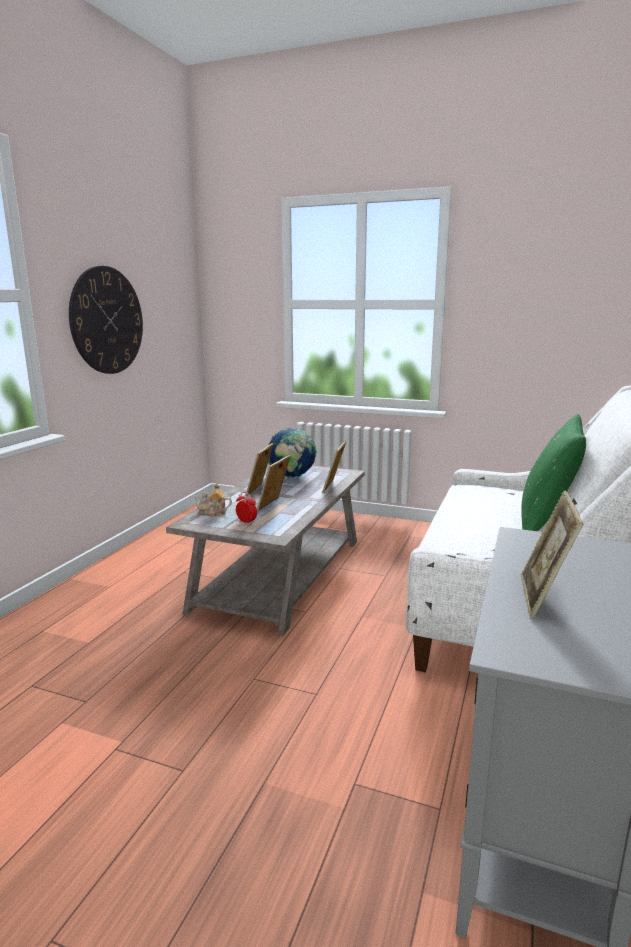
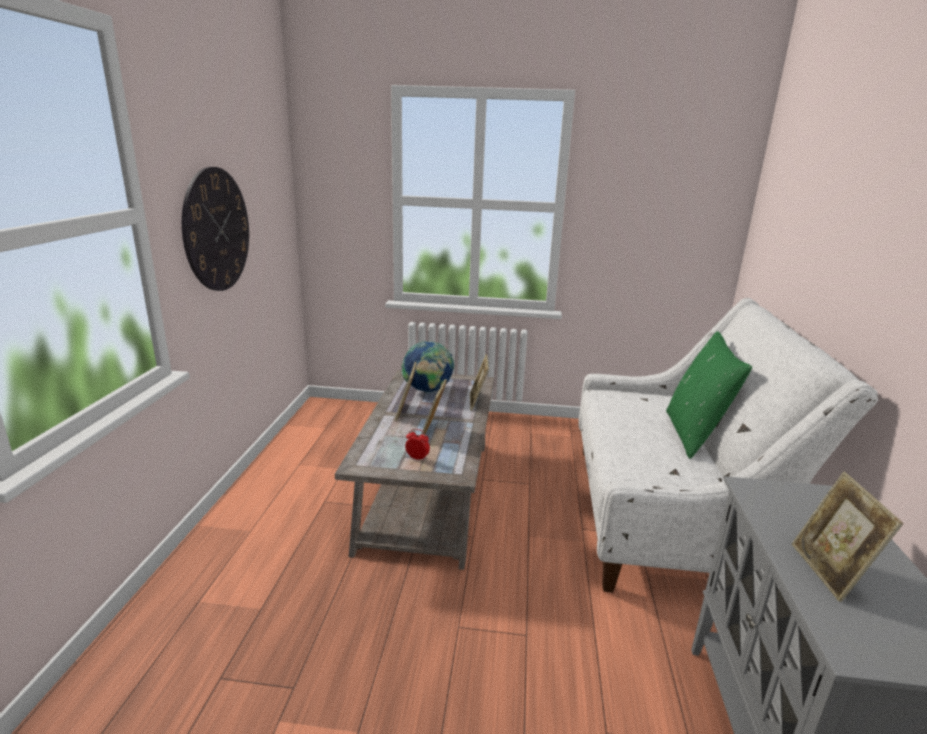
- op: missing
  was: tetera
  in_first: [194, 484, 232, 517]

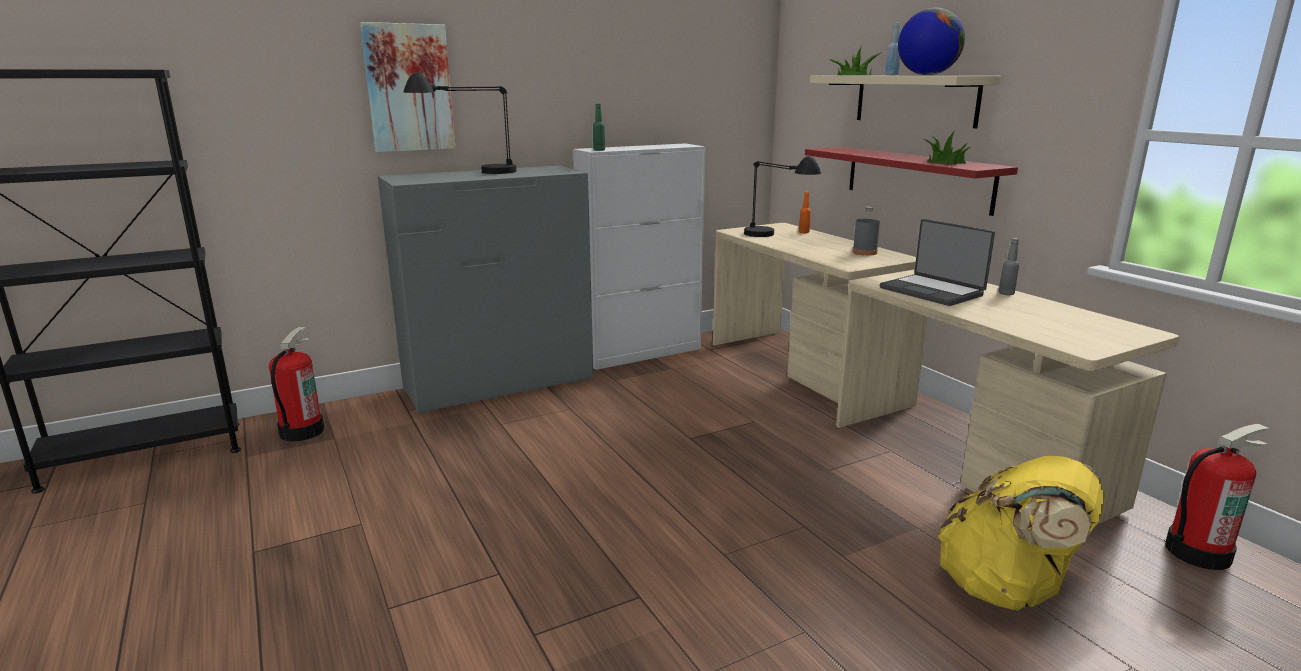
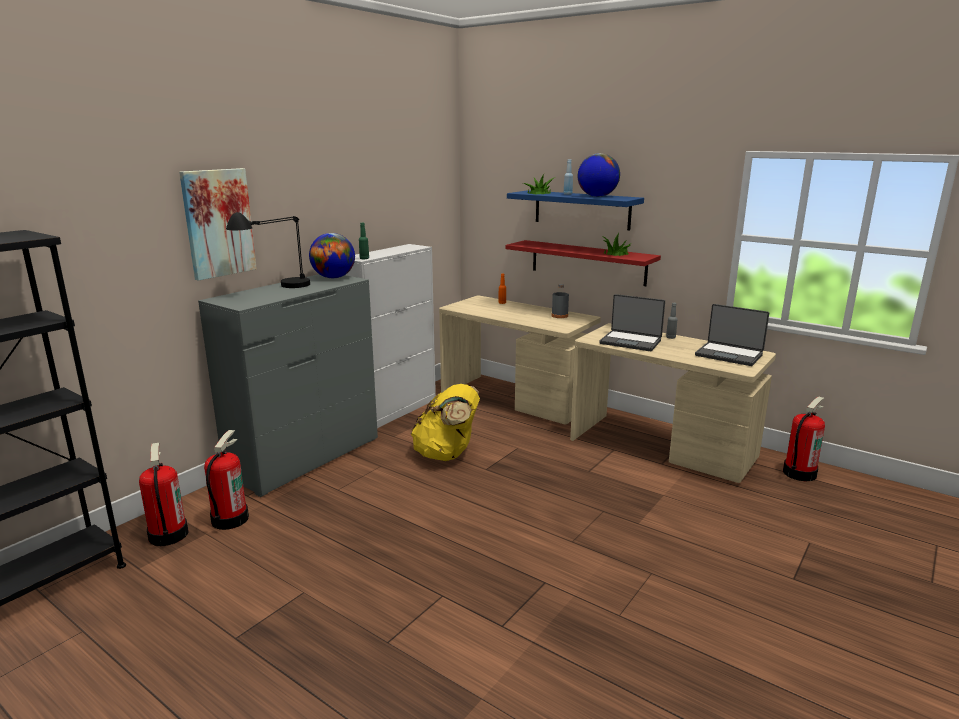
- op: missing
  was: lámpara de mesa/negro
  in_first: [744, 156, 821, 237]
- op: colour
  was: estante/beis
  now: estante/azul
  in_first: [810, 76, 1001, 128]
  in_second: [507, 190, 644, 230]
- op: relocated
  was: mochila/amarillo
  in_first: [938, 456, 1105, 610]
  in_second: [411, 384, 480, 461]
- op: appeared
  now: extintor
  in_second: [204, 430, 249, 530]
- op: appeared
  now: globo terráqueo
  in_second: [309, 233, 355, 278]
- op: appeared
  now: portátil
  in_second: [695, 304, 769, 366]

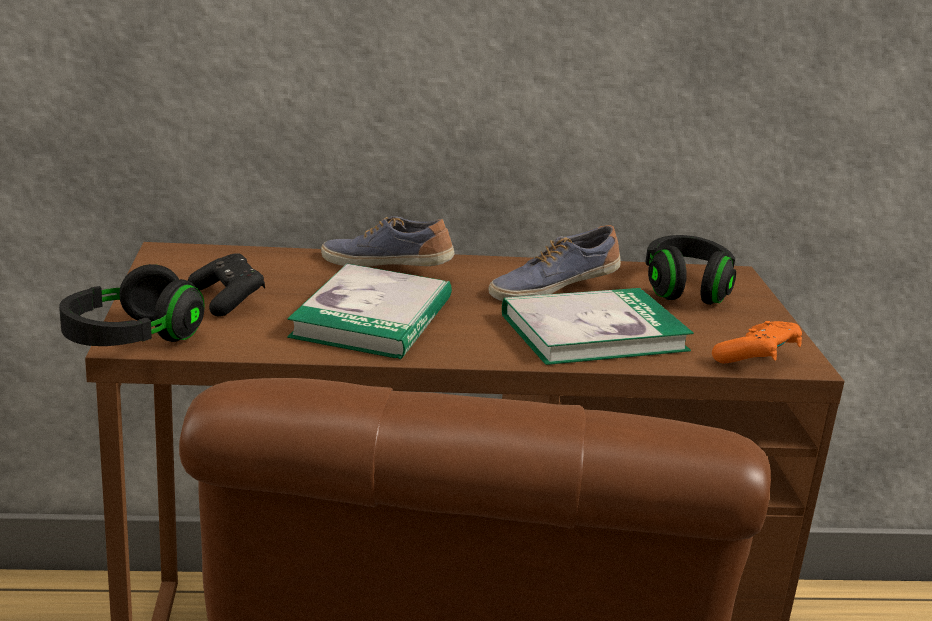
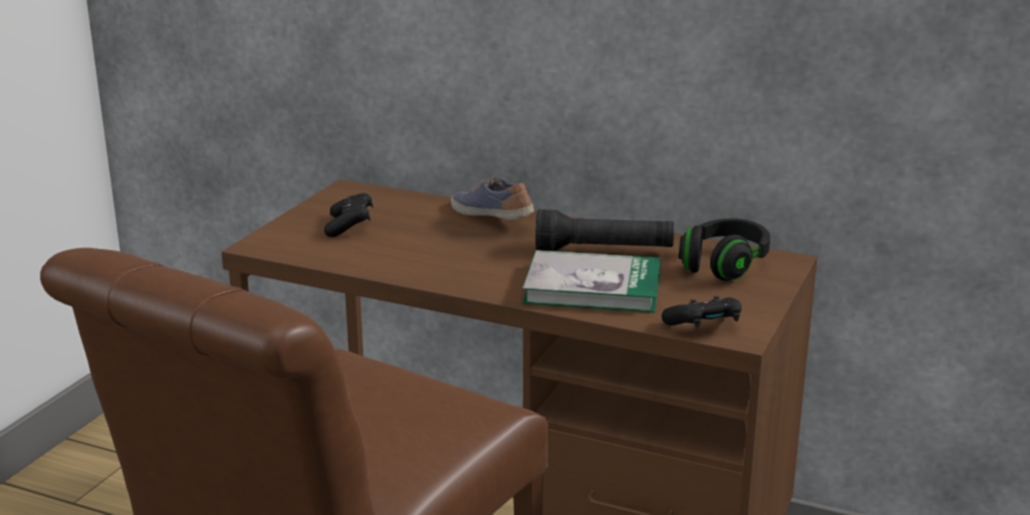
- op: missing
  was: auriculares/negro
  in_first: [59, 264, 204, 346]
- op: missing
  was: libro
  in_first: [287, 264, 452, 360]
- op: exchanged
  was: zapato
  now: linterna/negro
  in_first: [488, 225, 621, 301]
  in_second: [535, 209, 674, 251]
- op: colour
  was: mando de consola/naranja
  now: mando de consola/negro
  in_first: [712, 321, 802, 363]
  in_second: [662, 296, 742, 327]

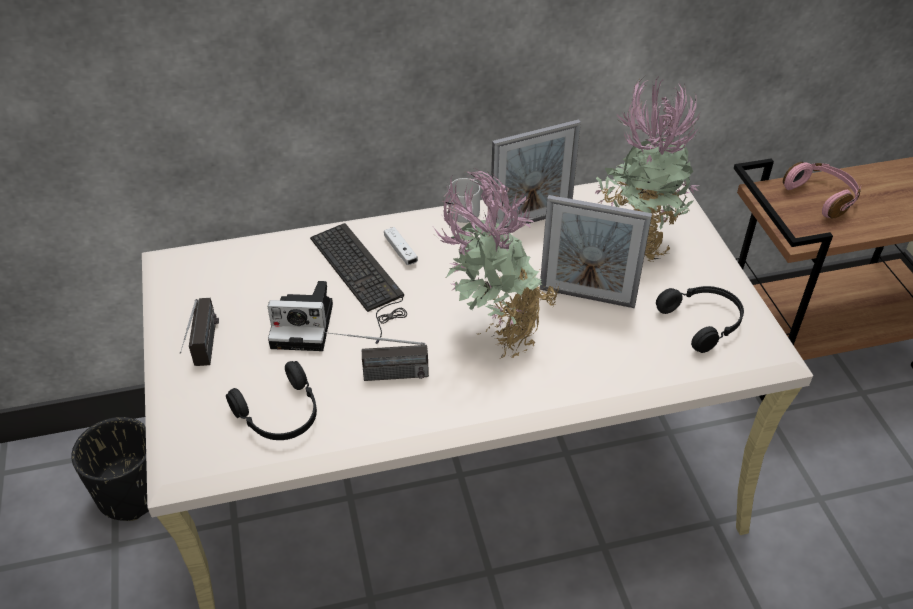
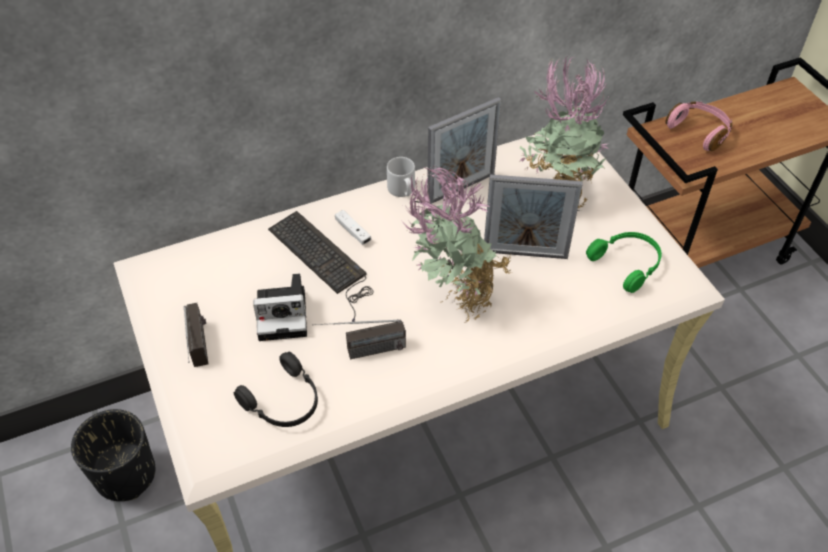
- op: colour
  was: auriculares/negro
  now: auriculares/verde
  in_first: [656, 286, 744, 353]
  in_second: [586, 232, 662, 293]

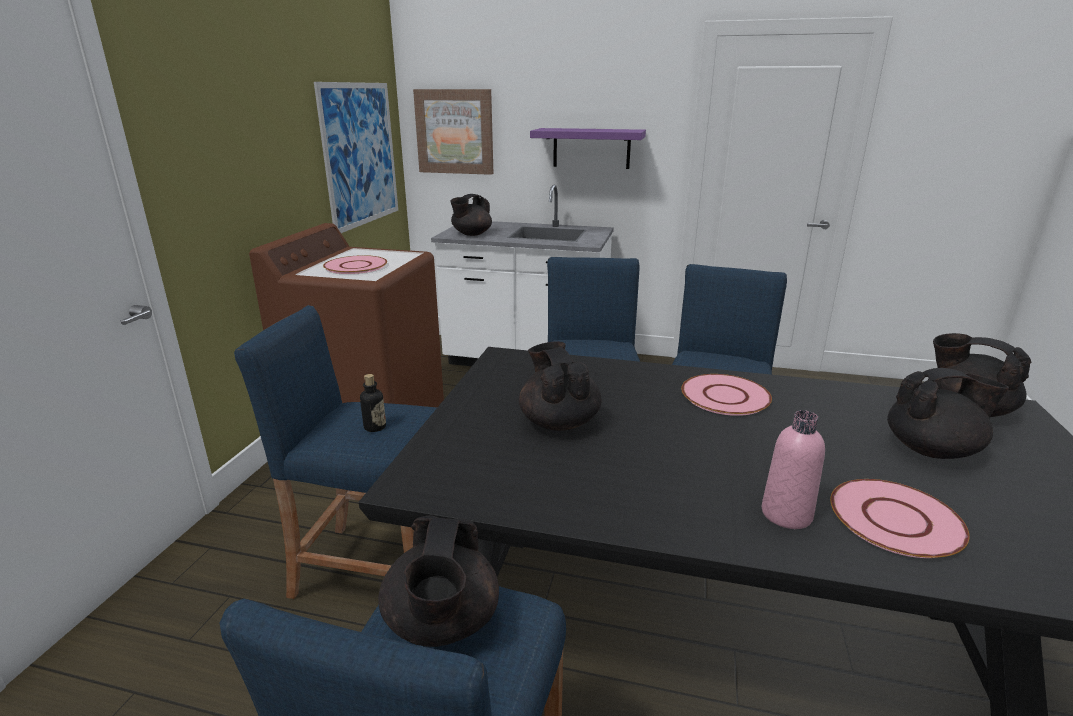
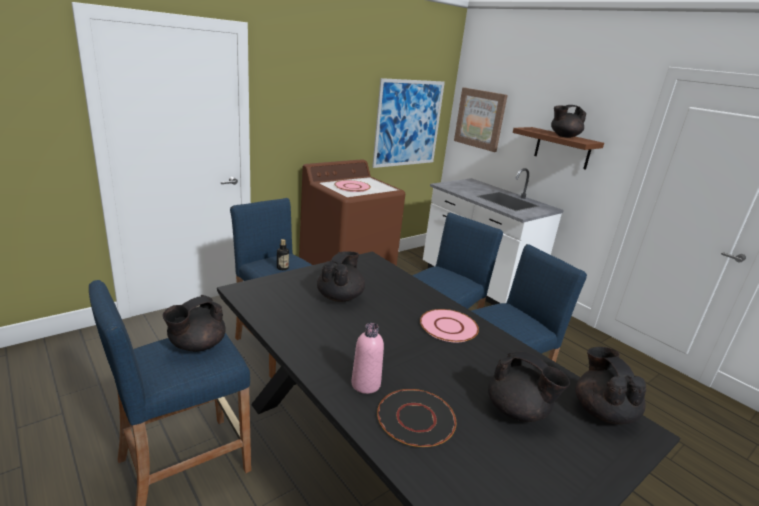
- op: relocated
  was: tetera/negro
  in_first: [450, 194, 492, 236]
  in_second: [551, 105, 586, 138]
- op: colour
  was: estante/morado
  now: estante/marrón
  in_first: [530, 128, 646, 169]
  in_second: [513, 127, 604, 170]
- op: colour
  was: plato/rosa
  now: plato/negro
  in_first: [830, 479, 970, 558]
  in_second: [377, 389, 456, 447]

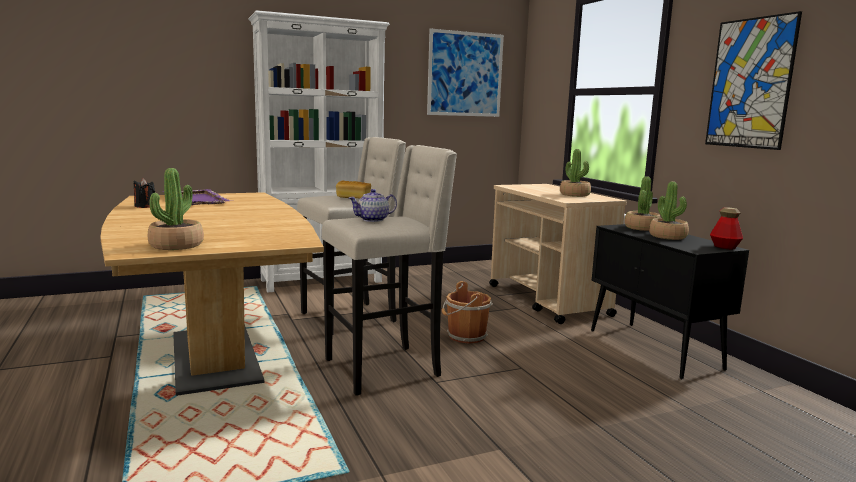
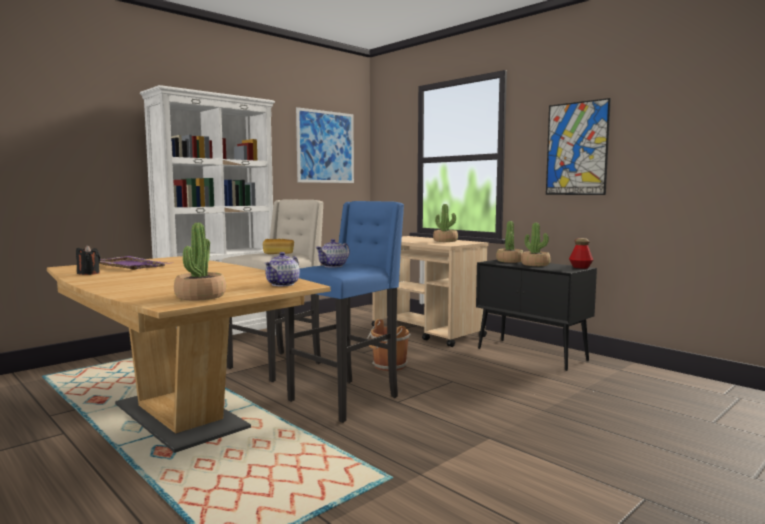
- op: colour
  was: taburete/beis
  now: taburete/azul
  in_first: [322, 145, 457, 396]
  in_second: [284, 201, 404, 423]
- op: appeared
  now: tetera
  in_second: [264, 252, 300, 286]

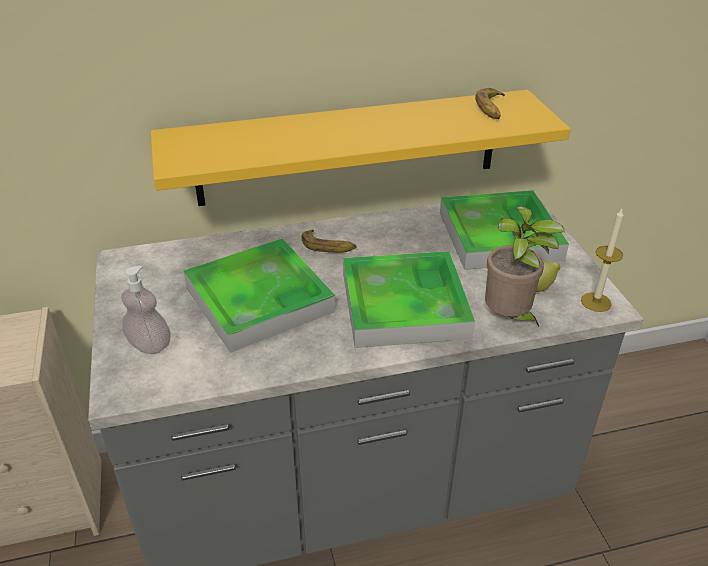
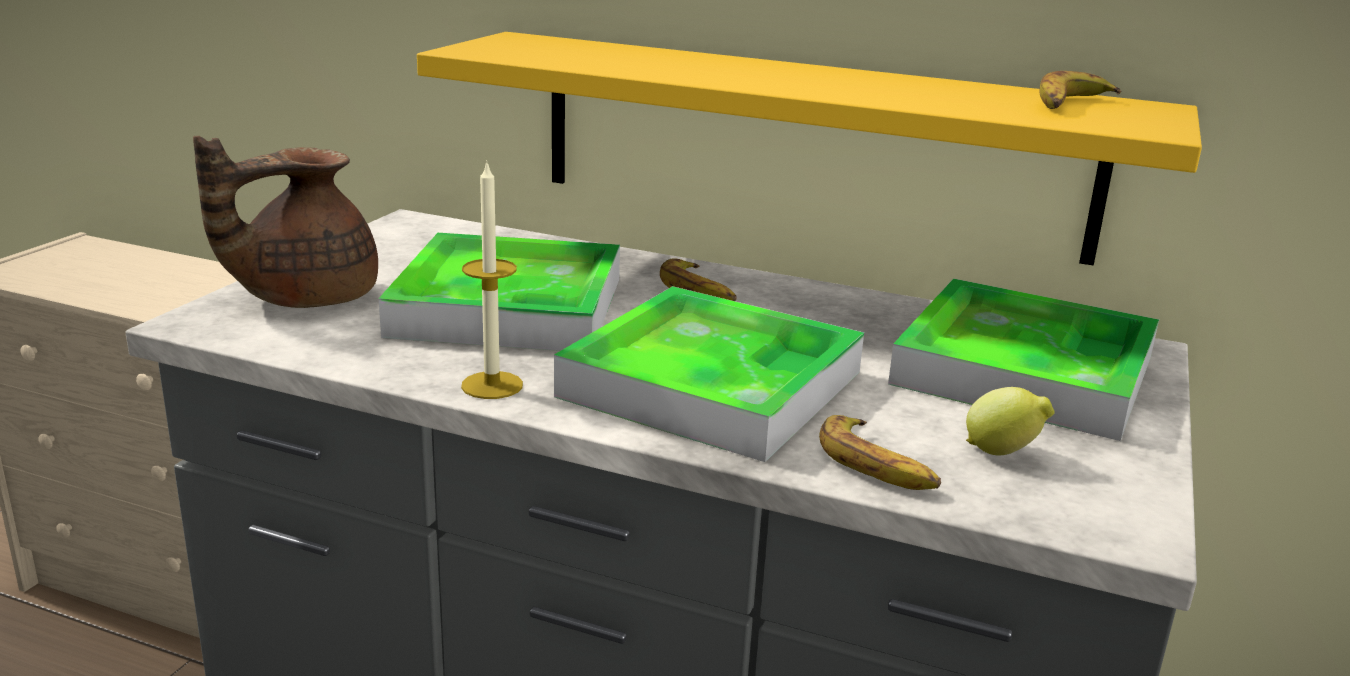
- op: exchanged
  was: dispensador de jabón
  now: tetera/marrón
  in_first: [121, 265, 171, 354]
  in_second: [193, 136, 378, 308]
- op: exchanged
  was: planta en maceta
  now: plátano
  in_first: [485, 206, 565, 326]
  in_second: [819, 415, 941, 490]
- op: relocated
  was: vela
  in_first: [581, 209, 624, 312]
  in_second: [461, 160, 523, 399]

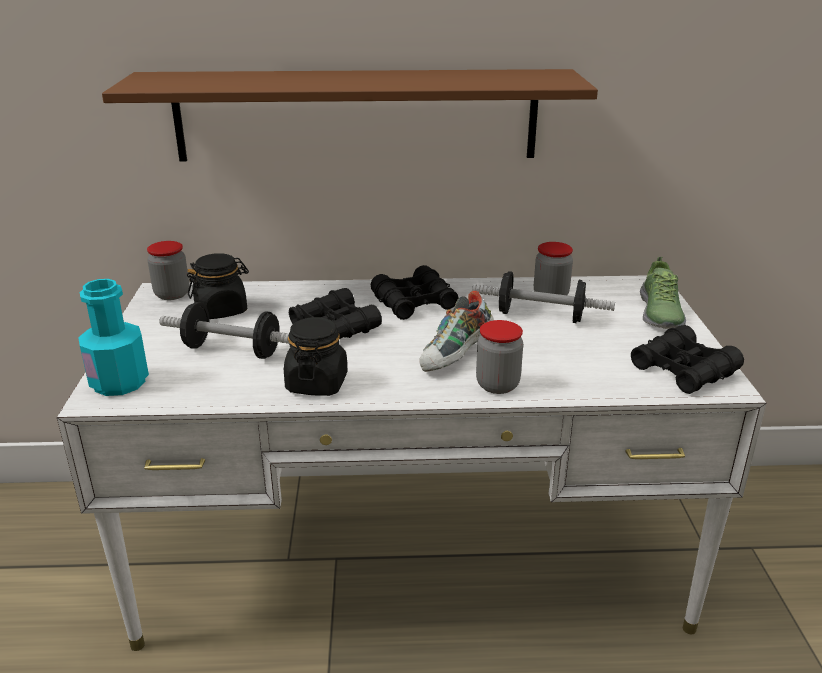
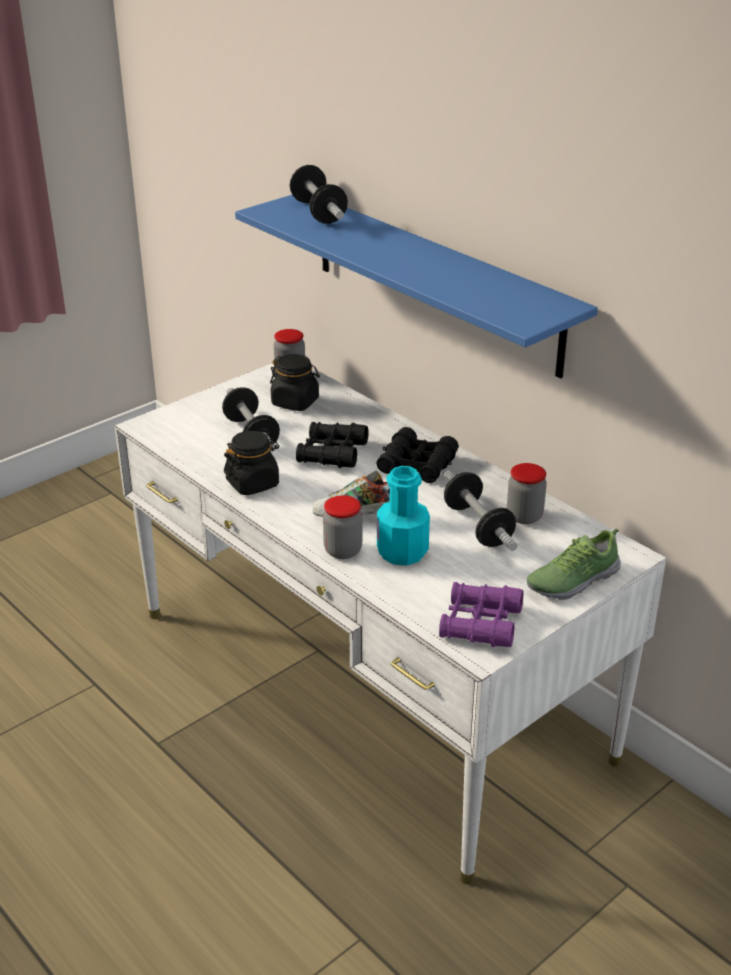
- op: relocated
  was: botella/turquesa
  in_first: [78, 279, 149, 396]
  in_second: [377, 466, 430, 566]
- op: colour
  was: estante/marrón
  now: estante/azul
  in_first: [102, 69, 598, 161]
  in_second: [235, 195, 598, 378]
- op: colour
  was: prismáticos/negro
  now: prismáticos/morado
  in_first: [631, 325, 744, 394]
  in_second: [439, 582, 523, 647]
- op: appeared
  now: mancuerna
  in_second: [290, 165, 348, 224]

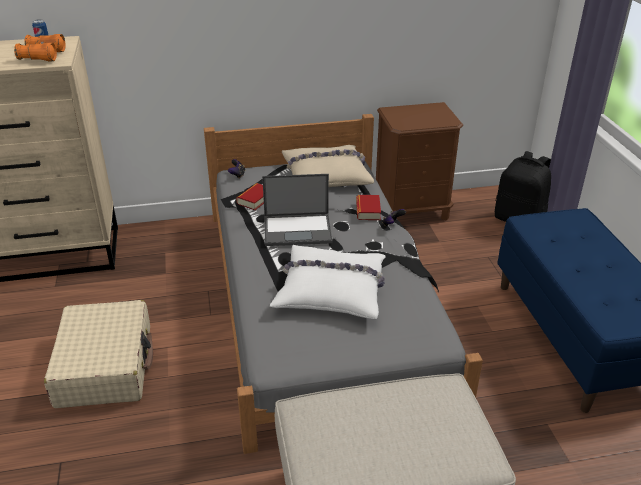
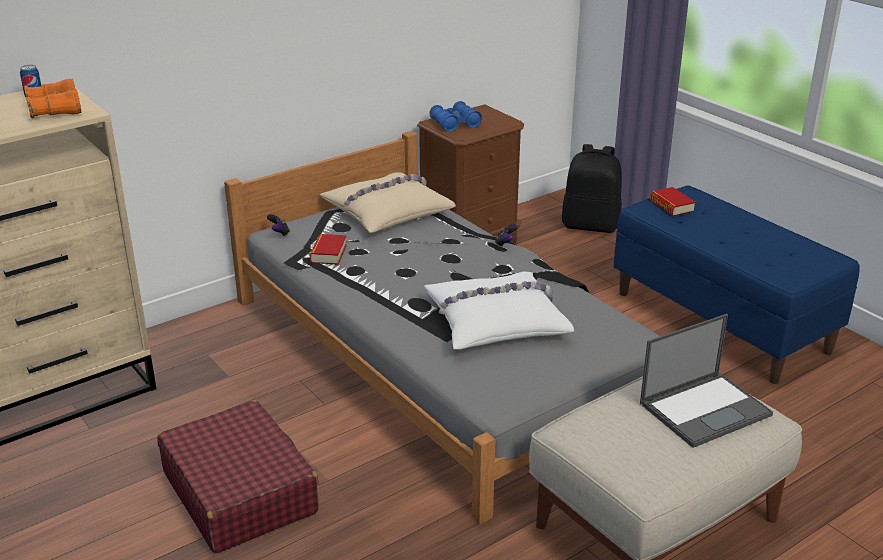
- op: colour
  was: maleta/beis
  now: maleta/rojo
  in_first: [44, 300, 153, 408]
  in_second: [157, 400, 319, 553]
- op: relocated
  was: portátil
  in_first: [262, 174, 333, 246]
  in_second: [640, 314, 773, 448]
- op: relocated
  was: libro
  in_first: [356, 195, 381, 220]
  in_second: [650, 187, 696, 216]
- op: appeared
  now: prismáticos/azul
  in_second: [429, 101, 482, 132]

